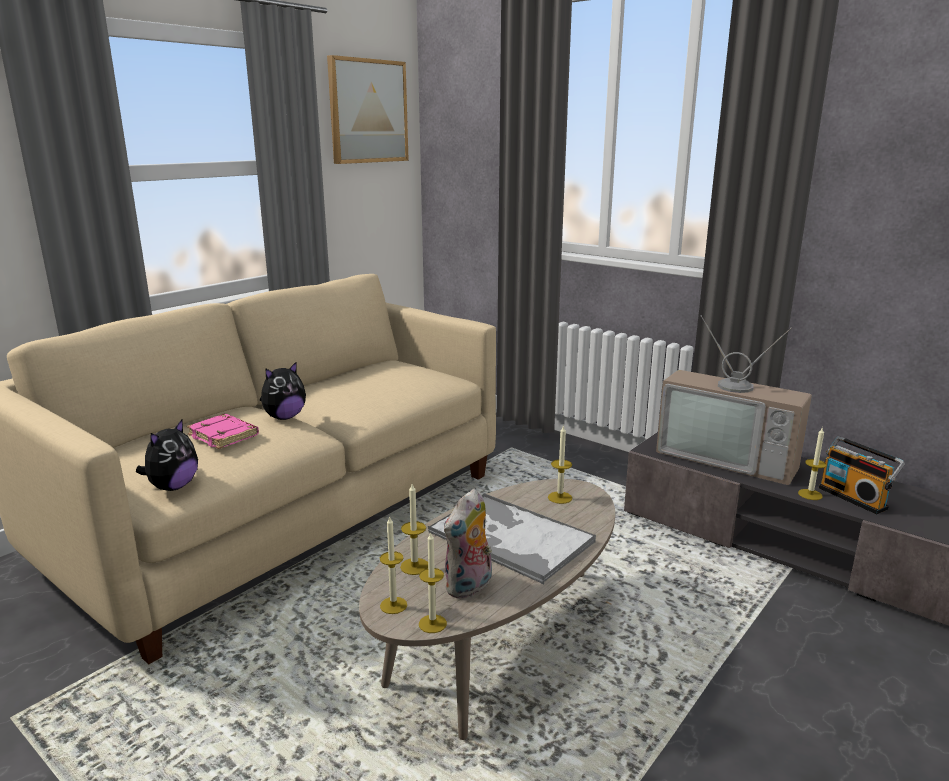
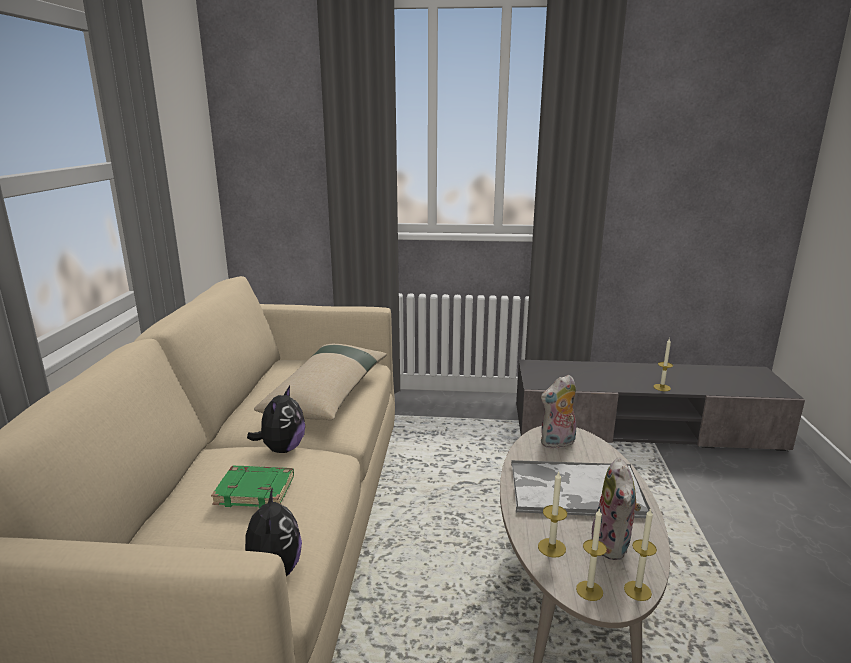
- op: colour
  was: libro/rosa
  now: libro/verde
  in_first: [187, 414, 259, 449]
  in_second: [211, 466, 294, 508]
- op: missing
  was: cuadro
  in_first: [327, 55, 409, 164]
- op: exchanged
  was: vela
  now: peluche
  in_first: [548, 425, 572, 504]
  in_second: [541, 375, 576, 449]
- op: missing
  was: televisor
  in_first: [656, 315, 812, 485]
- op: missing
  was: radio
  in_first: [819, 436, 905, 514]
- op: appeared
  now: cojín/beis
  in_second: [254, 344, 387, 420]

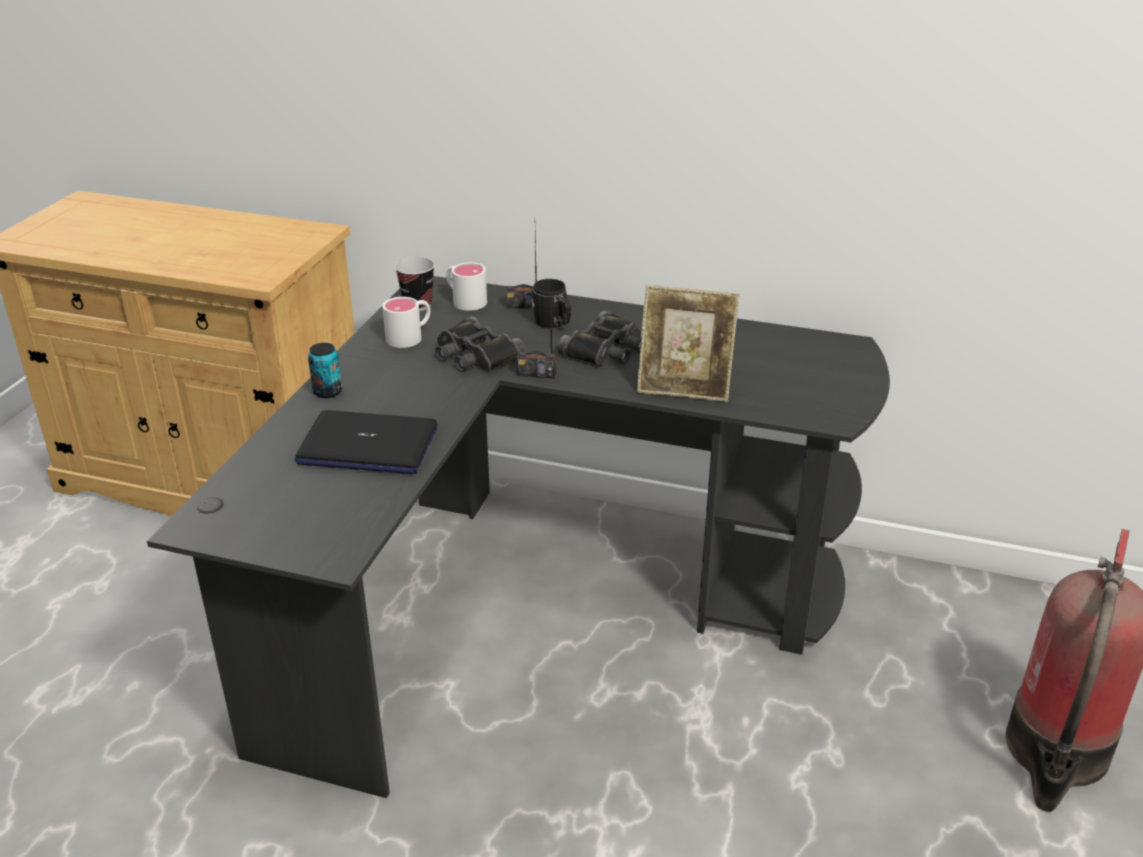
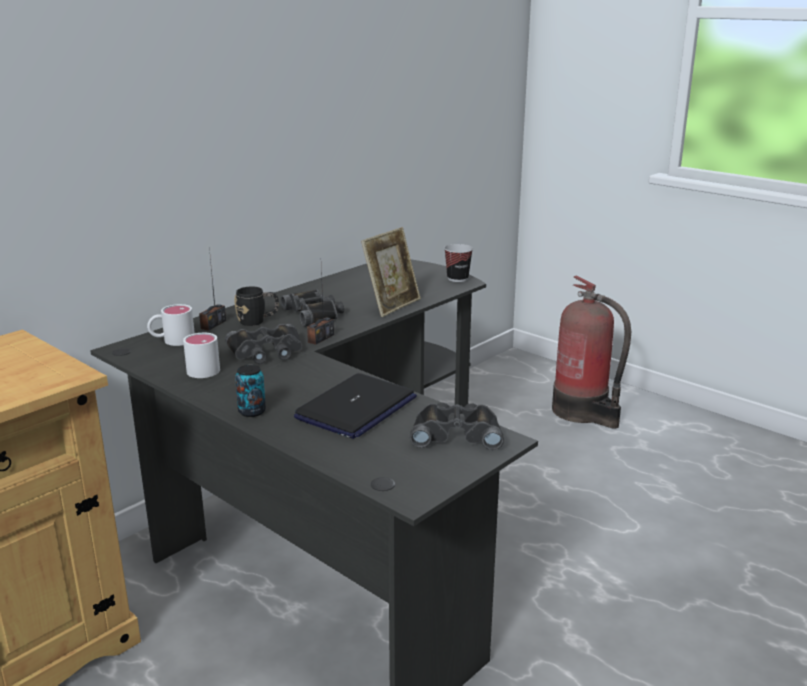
- op: relocated
  was: taza
  in_first: [395, 257, 435, 311]
  in_second: [444, 244, 473, 282]
- op: appeared
  now: prismáticos/negro
  in_second: [410, 403, 504, 450]

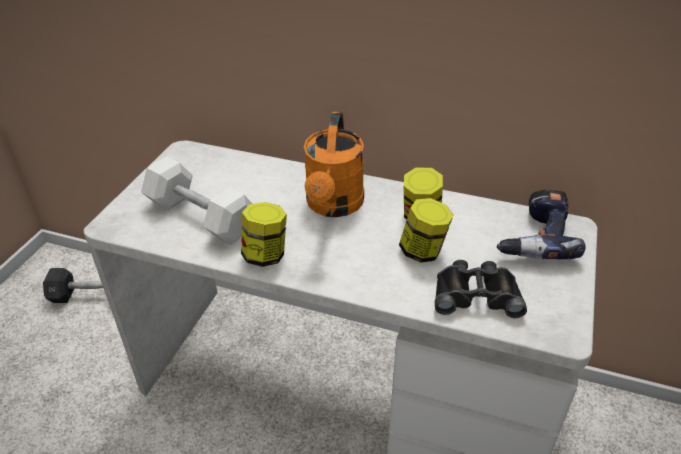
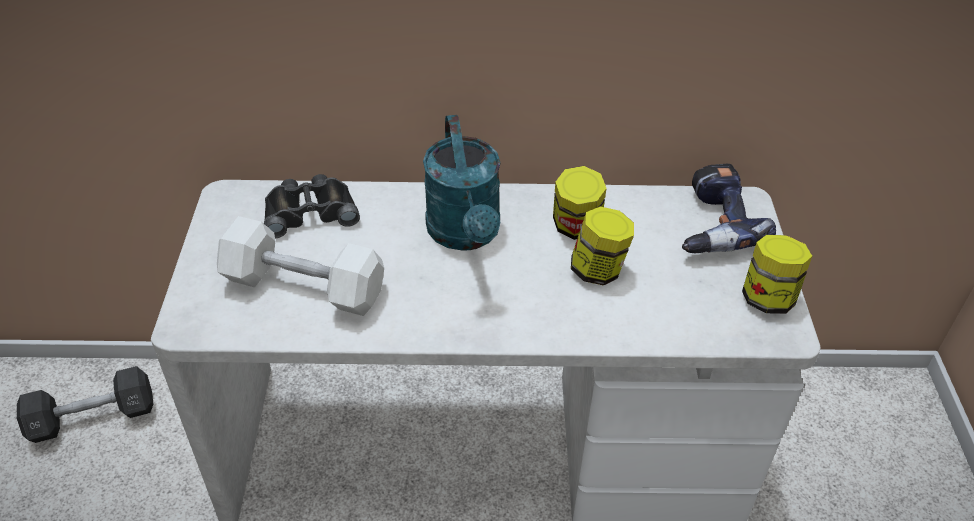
- op: relocated
  was: tarro
  in_first: [241, 202, 287, 267]
  in_second: [742, 235, 812, 314]
- op: colour
  was: regadera/naranja
  now: regadera/turquesa
  in_first: [303, 112, 364, 217]
  in_second: [423, 115, 501, 251]
- op: relocated
  was: prismáticos/negro
  in_first: [435, 260, 527, 318]
  in_second: [264, 174, 360, 238]

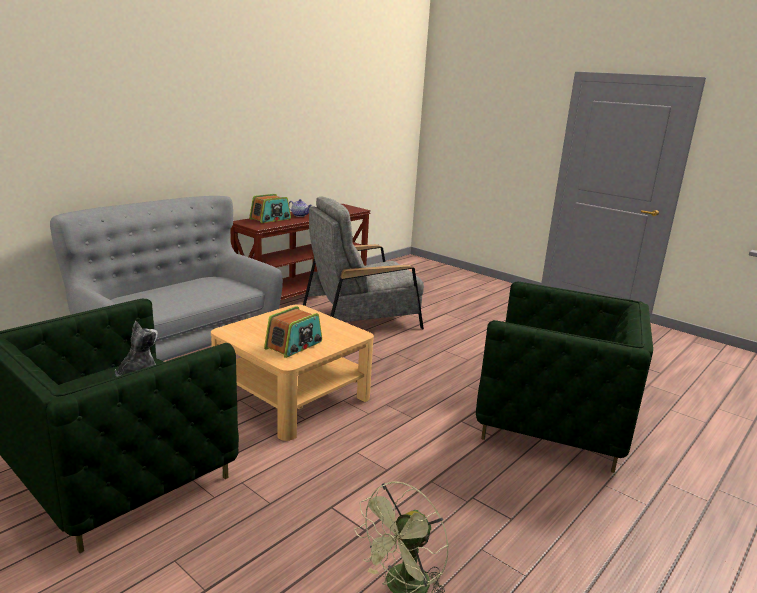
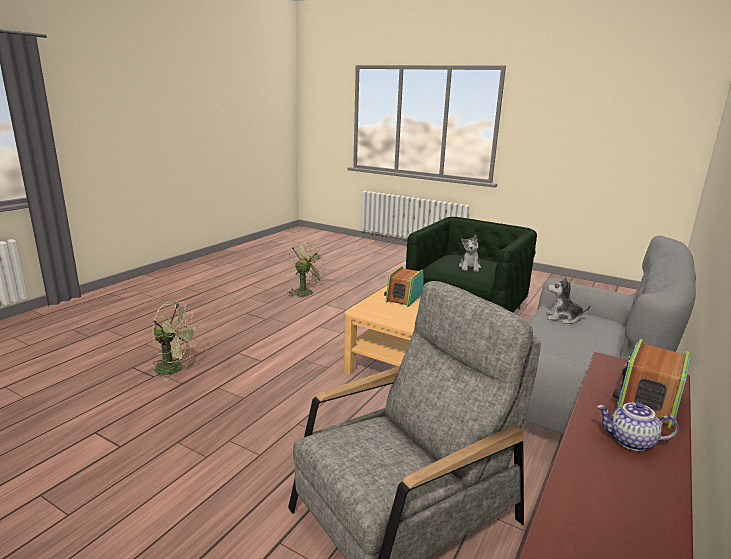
- op: exchanged
  was: sillón/verde
  now: ventilador/verde
  in_first: [476, 282, 653, 473]
  in_second: [152, 302, 198, 381]
- op: appeared
  now: peluche
  in_second: [547, 277, 591, 324]

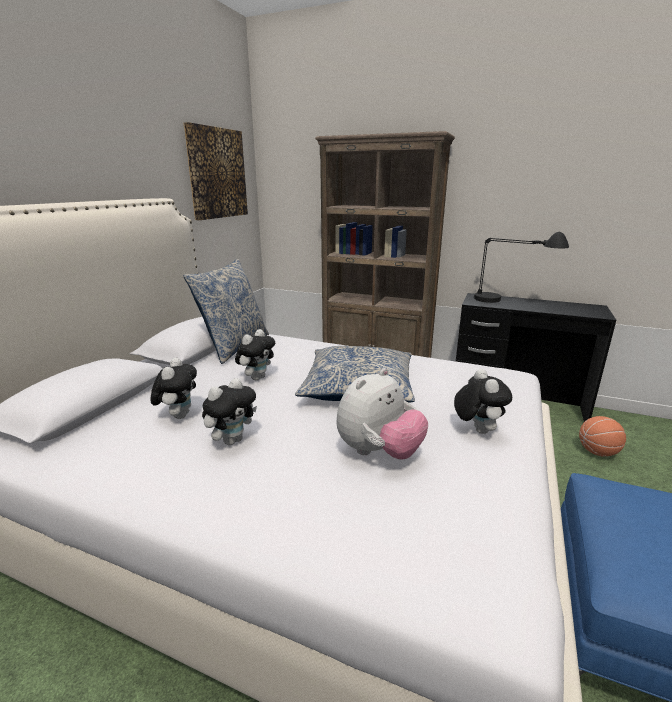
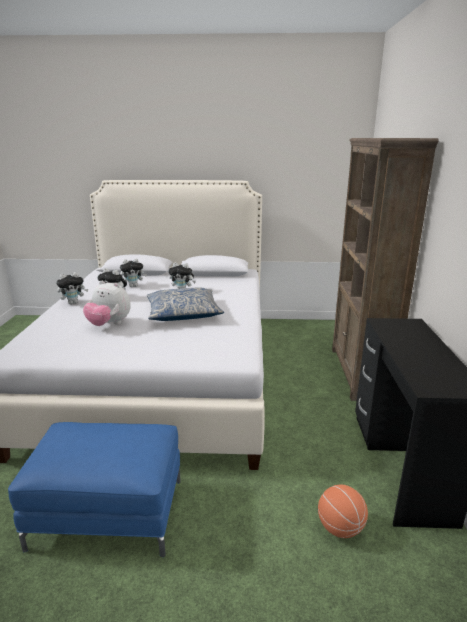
- op: missing
  was: cuadro
  in_first: [183, 122, 248, 220]
- op: missing
  was: cojín
  in_first: [184, 259, 269, 364]
- op: relocated
  was: peluche
  in_first: [454, 369, 512, 434]
  in_second: [56, 272, 88, 304]
- op: missing
  was: lámpara de mesa/negro
  in_first: [474, 232, 569, 303]

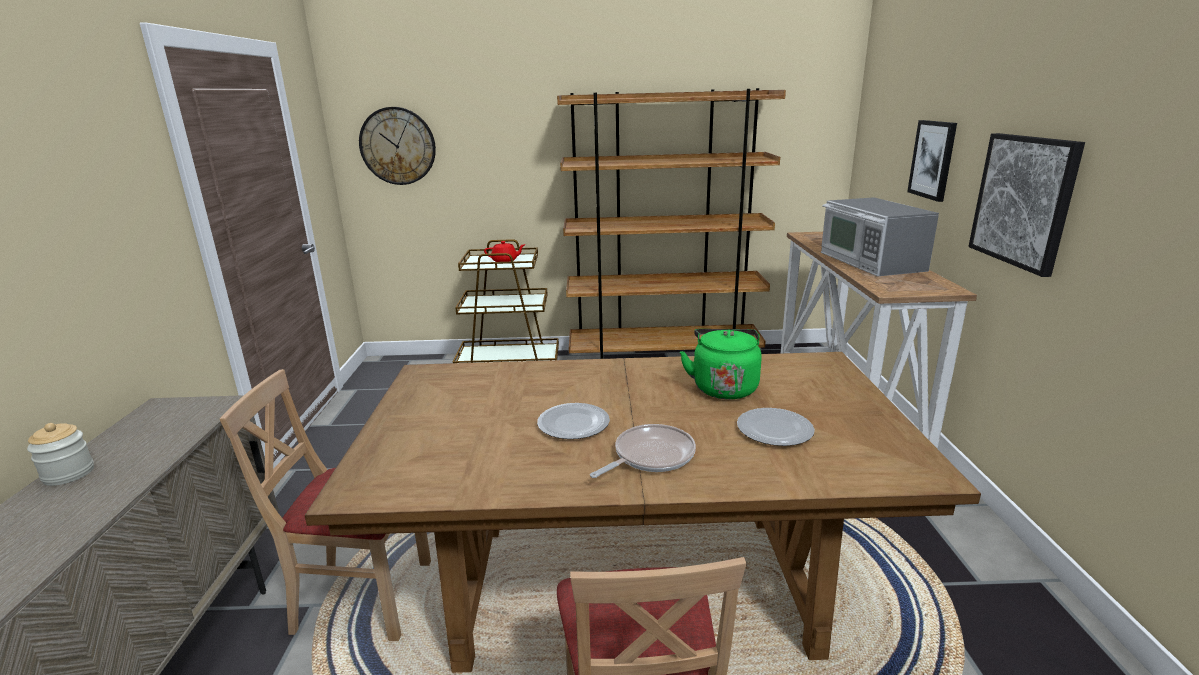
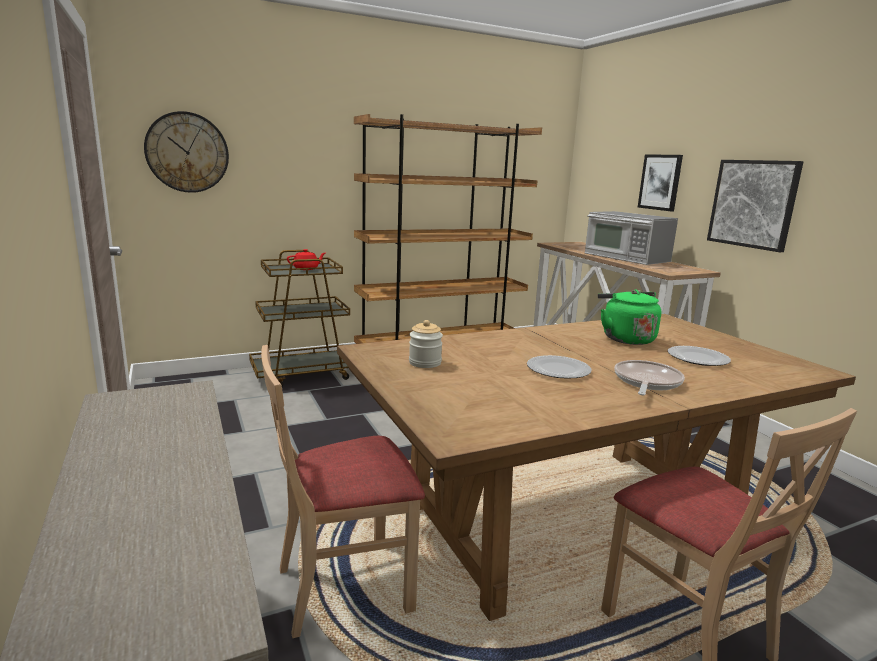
- op: relocated
  was: tarro
  in_first: [27, 423, 94, 486]
  in_second: [409, 320, 443, 368]

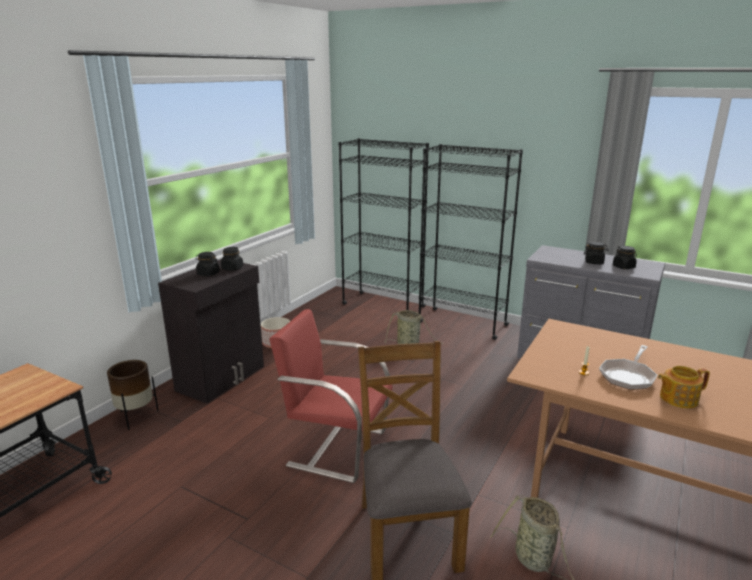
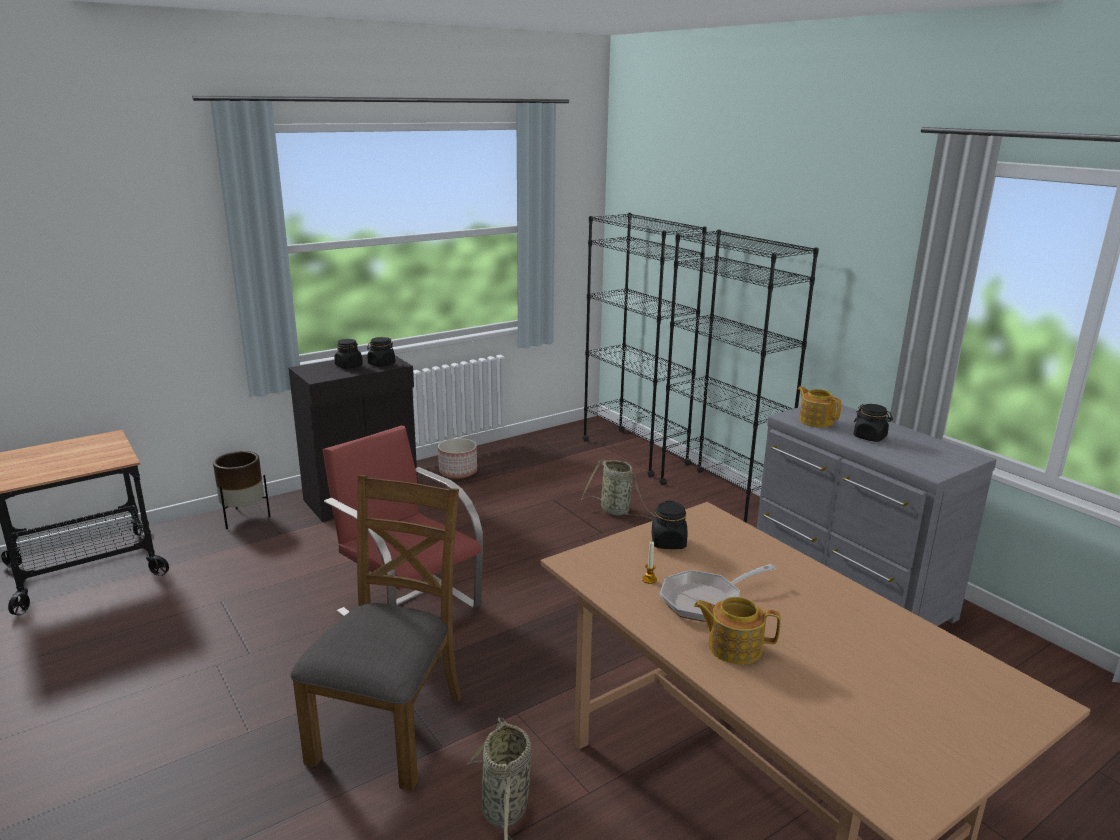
- op: relocated
  was: tarro/negro
  in_first: [613, 246, 637, 269]
  in_second: [652, 501, 688, 549]
- op: appeared
  now: tetera
  in_second: [797, 386, 842, 428]

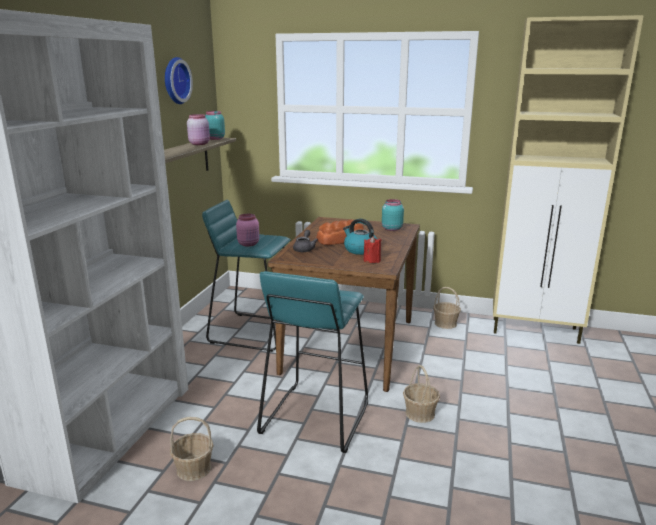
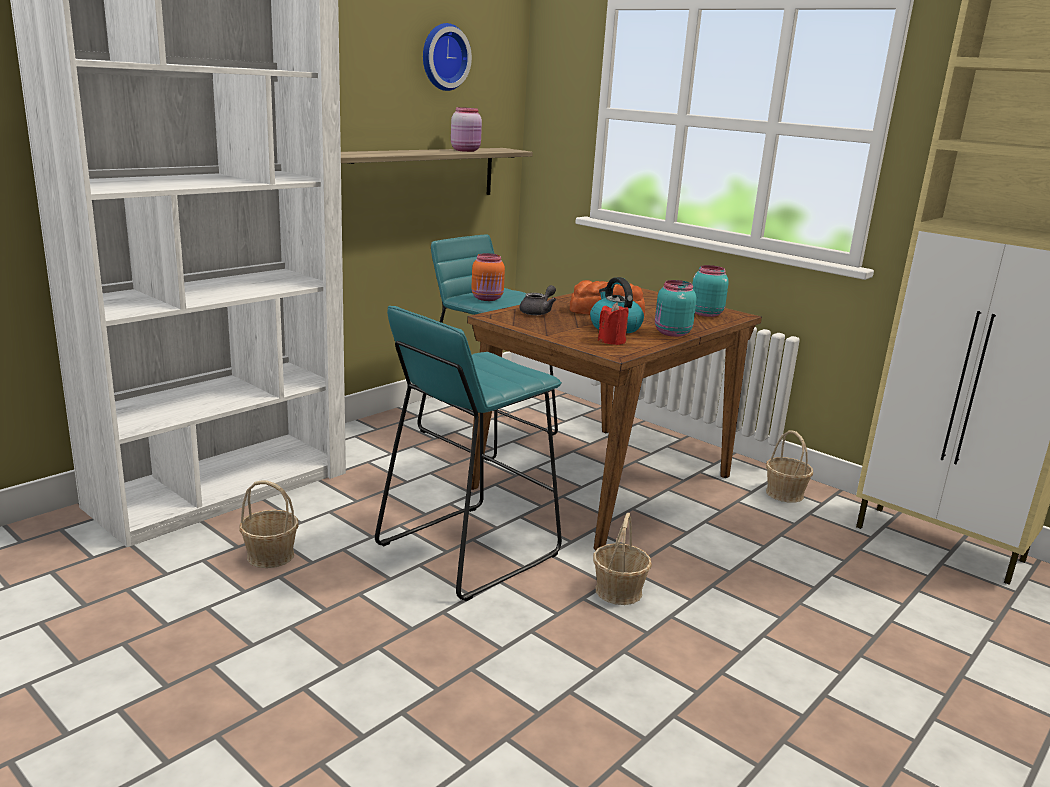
- op: relocated
  was: tarro/turquesa
  in_first: [205, 111, 225, 140]
  in_second: [655, 280, 697, 337]
- op: colour
  was: tarro/rosa
  now: tarro/naranja
  in_first: [236, 214, 259, 246]
  in_second: [471, 253, 505, 301]

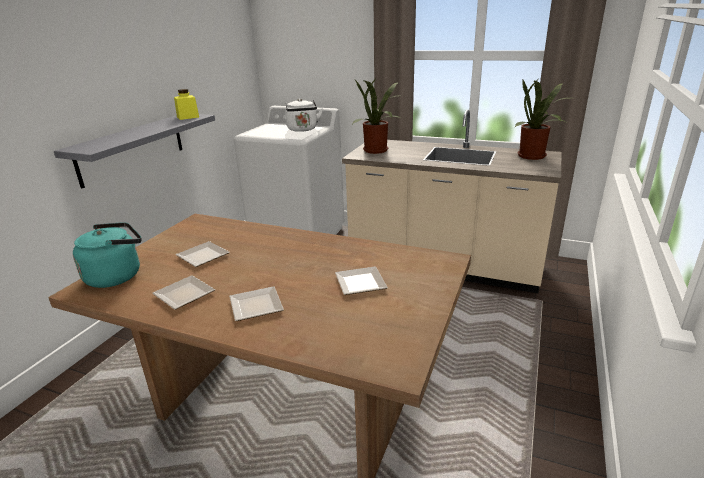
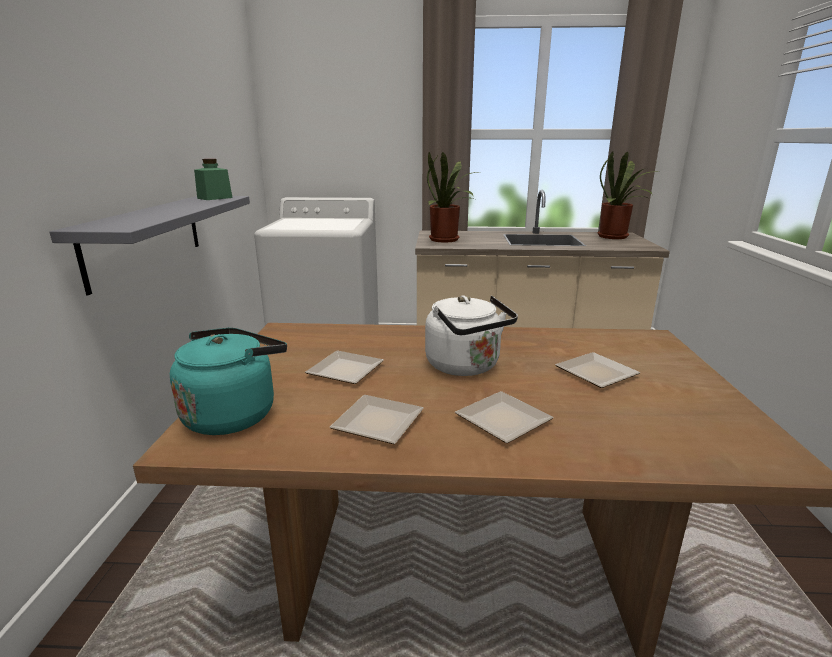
- op: colour
  was: tarro/amarillo
  now: tarro/verde
  in_first: [174, 89, 199, 120]
  in_second: [194, 159, 233, 200]
- op: relocated
  was: hervidor/blanco
  in_first: [285, 99, 323, 132]
  in_second: [425, 295, 518, 376]

